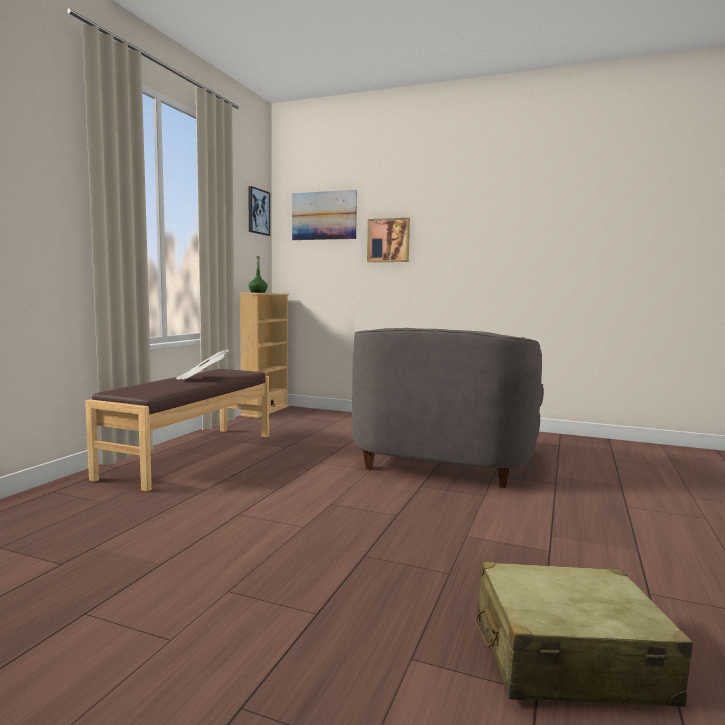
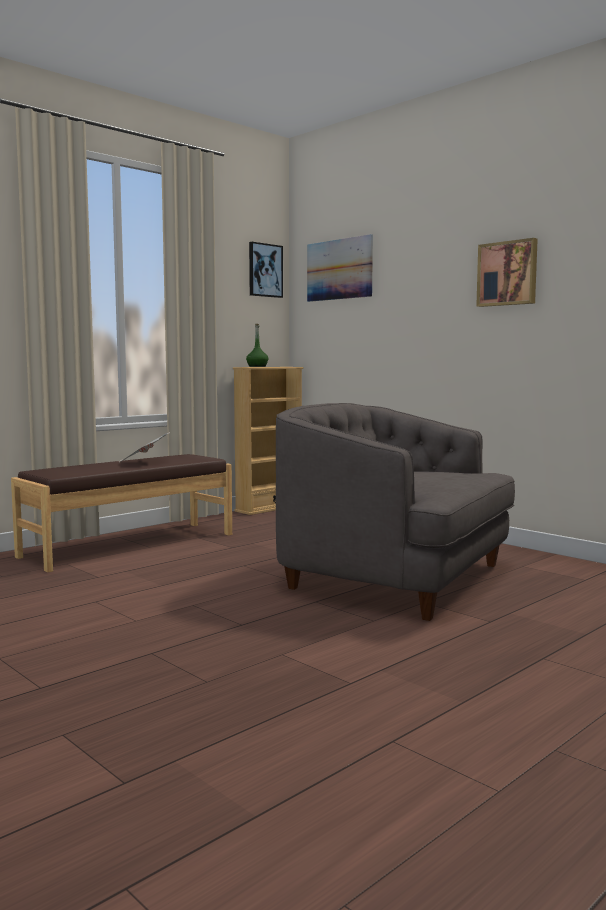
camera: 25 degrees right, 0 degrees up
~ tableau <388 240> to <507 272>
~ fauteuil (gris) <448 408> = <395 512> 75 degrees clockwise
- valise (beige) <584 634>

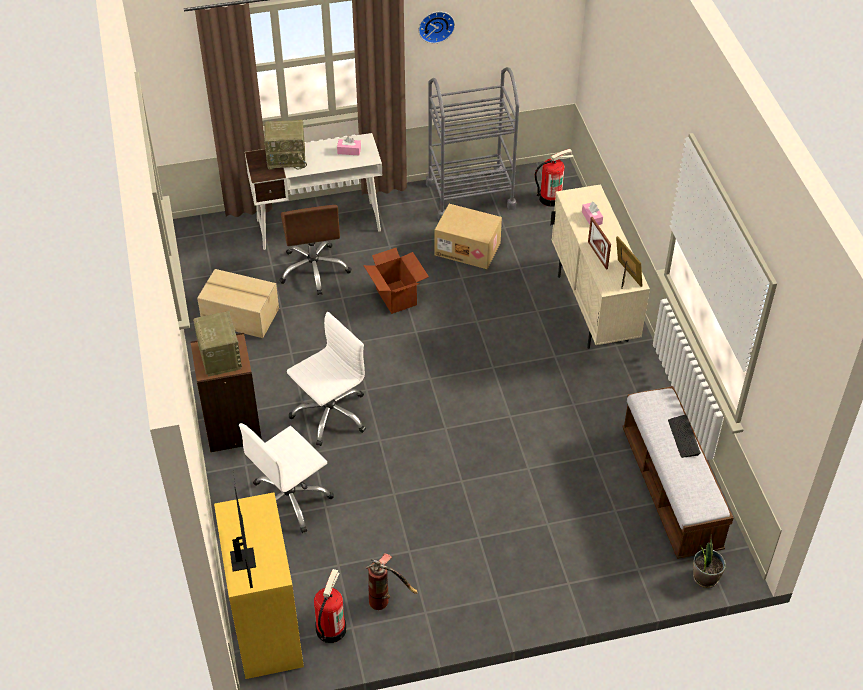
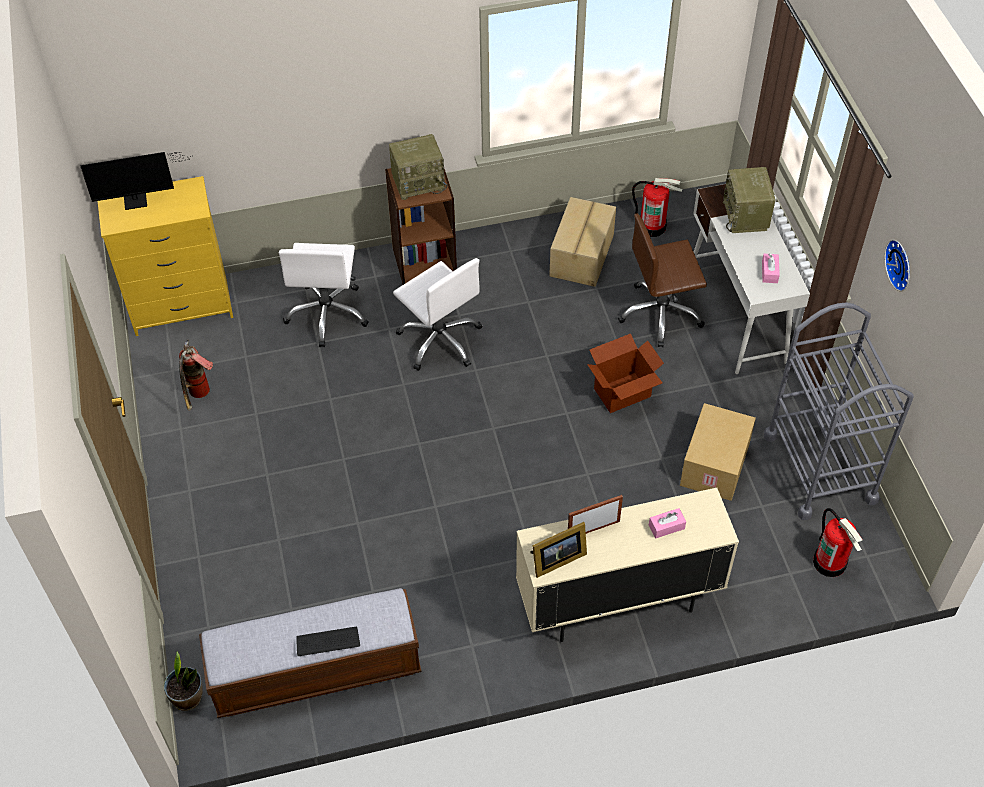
camera: 90 degrees right, 5 degrees up
~ chaise de bureau (blanc) <286 478> = <324 295> 135 degrees counterclockwise
~ extincteur <330 606> to <657 207>

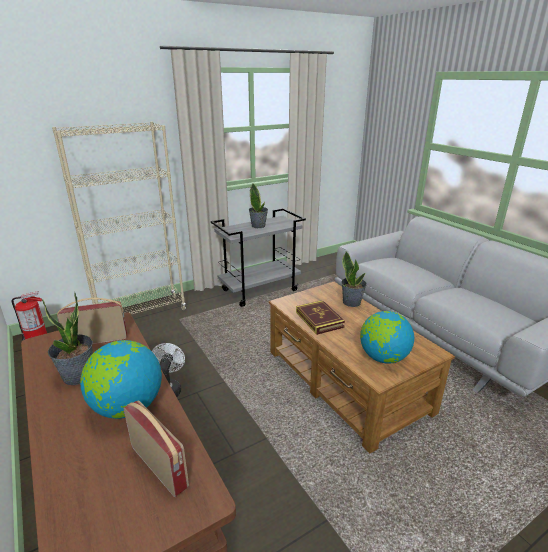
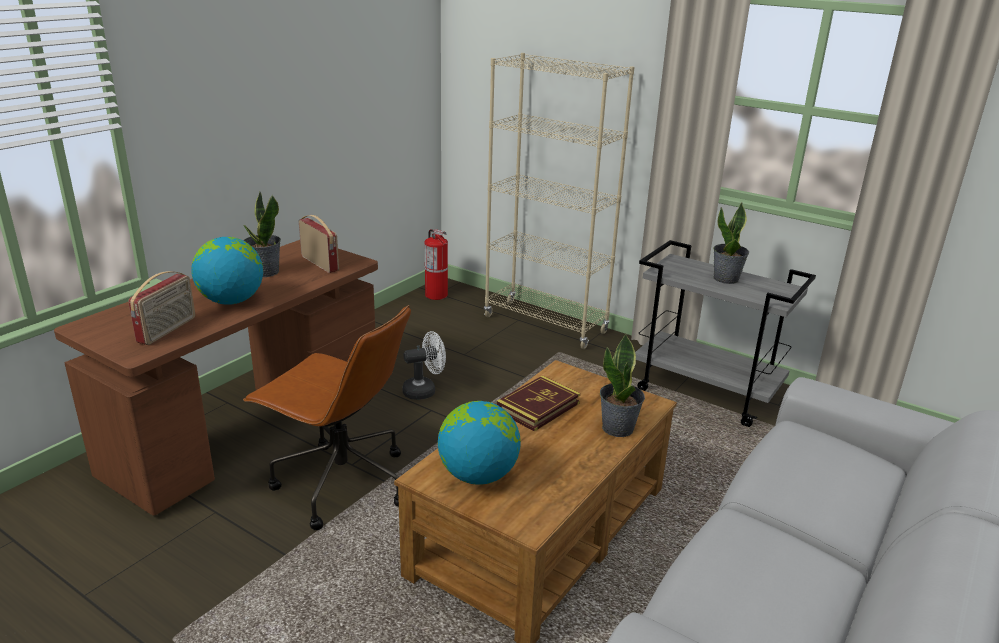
camera: 65 degrees right, 0 degrees up
+ chaise de bureau (marron) <327 417>

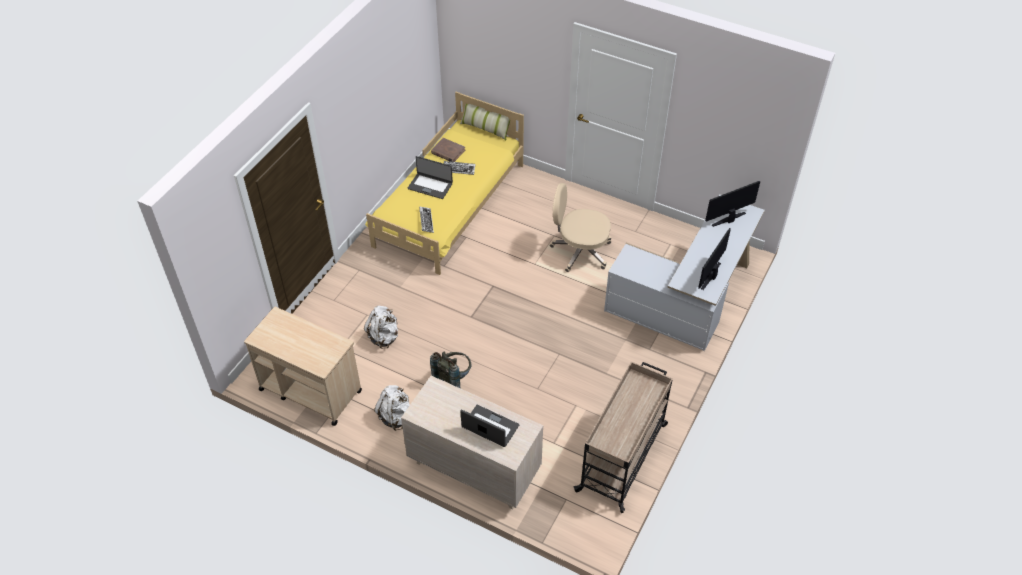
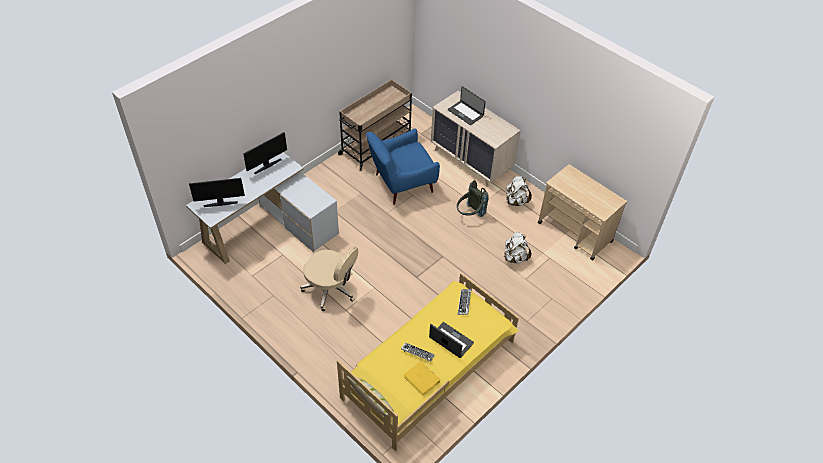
camera: 165 degrees left, 0 degrees up
~ livre (marron) <448 150> to livre (jaune) <422 378>
+ fauteuil (bleu) <403 166>

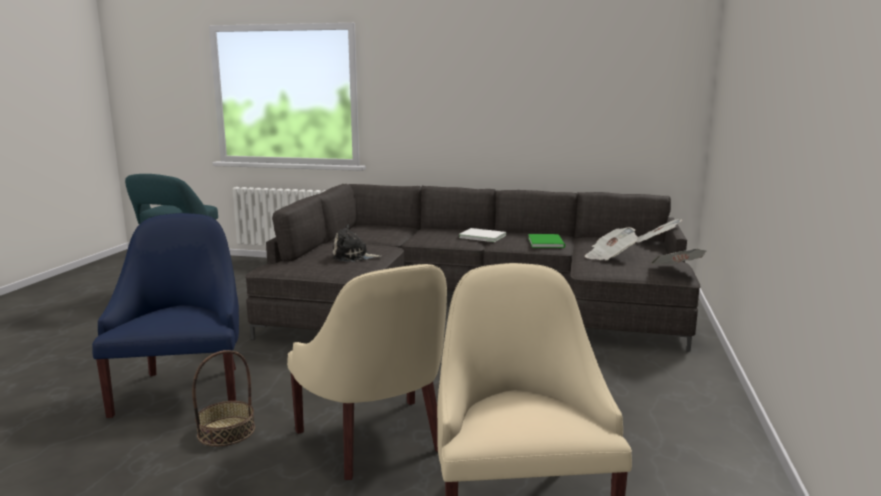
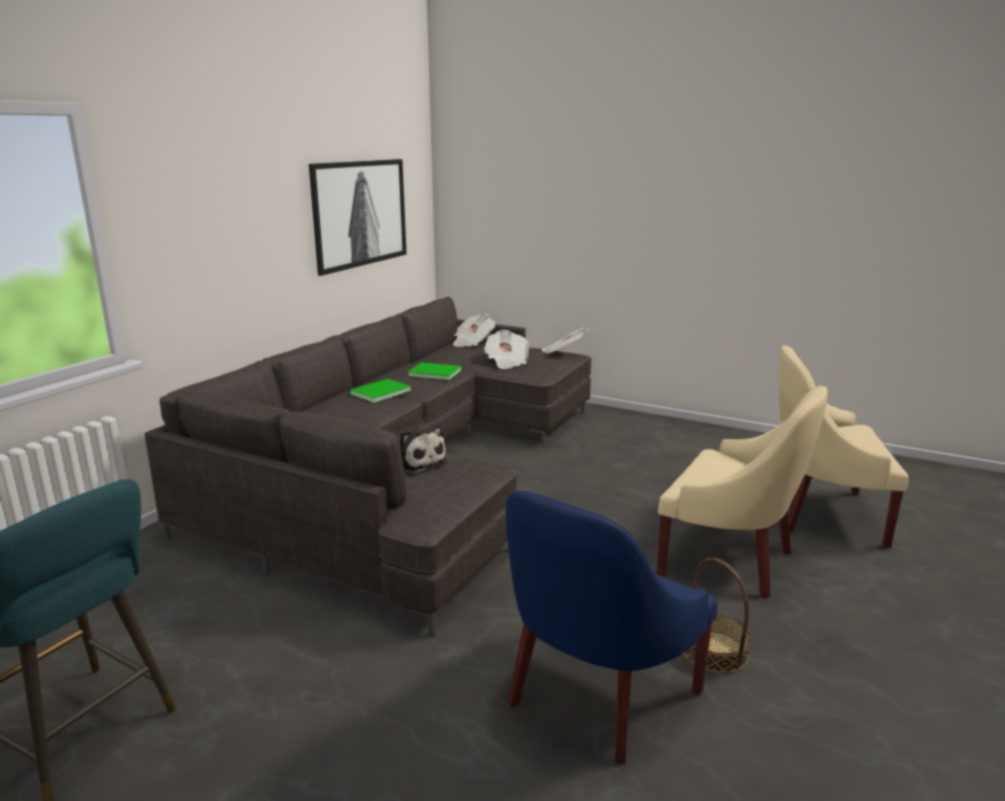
camera: 75 degrees left, 5 degrees up
~ fauteuil (bleu) <165 315> = <611 627> 60 degrees counterclockwise
~ peluche <357 242> = <423 450> 60 degrees counterclockwise
~ livre (blanc) <482 235> to livre (vert) <380 391>
~ fauteuil (beige) <367 372> = <742 492> 45 degrees clockwise
+ tableau <358 217>

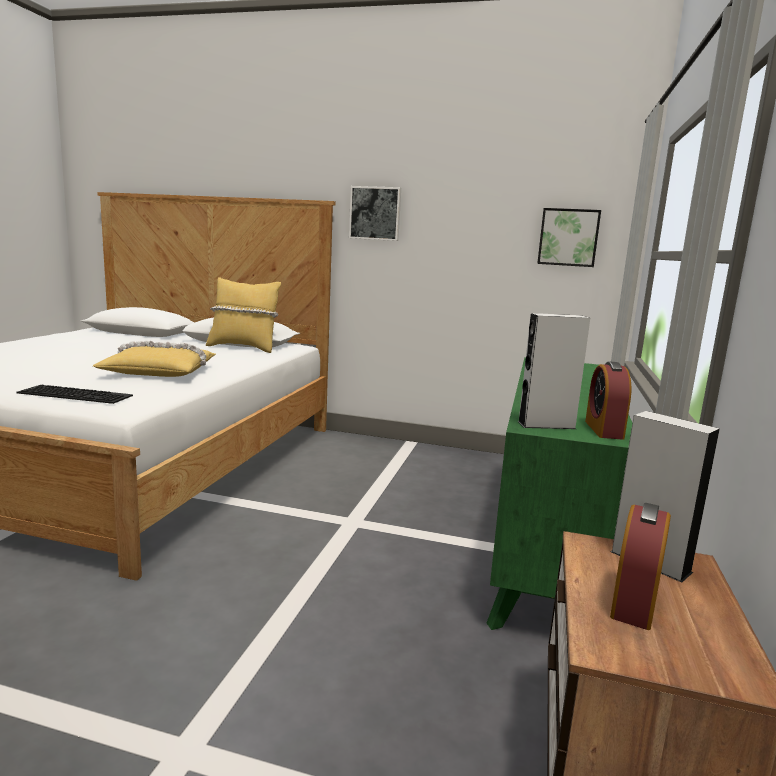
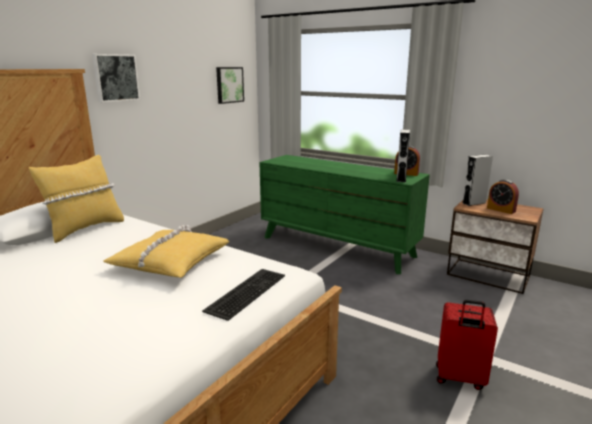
camera: 70 degrees left, 5 degrees up
+ valise (rouge) <467 345>

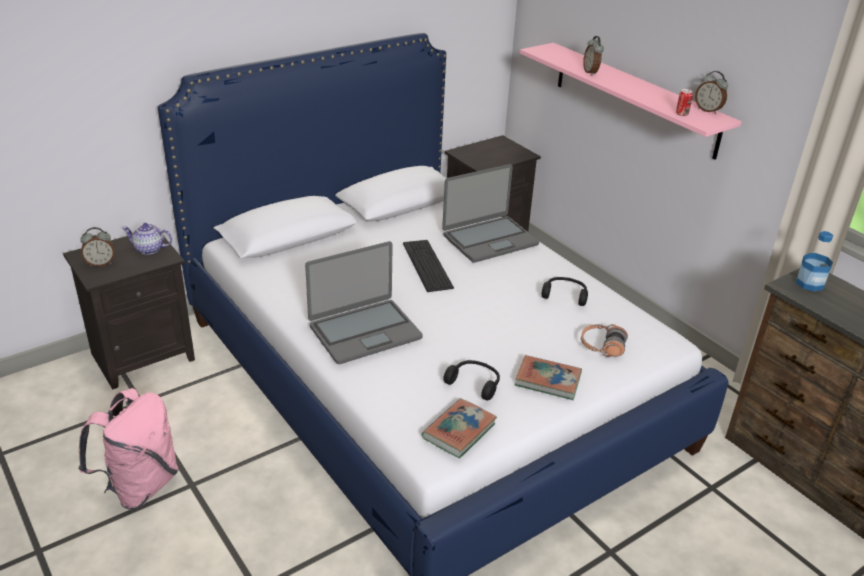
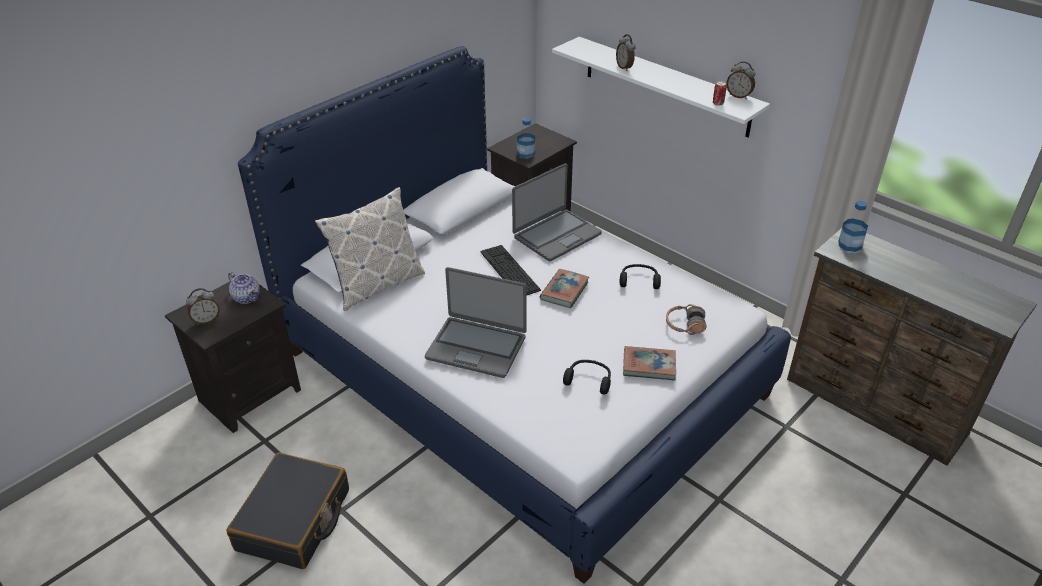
camera: 10 degrees left, 5 degrees up
~ étagère (rose) <631 101> to étagère (blanc) <661 87>
~ théière <147 239> = <244 288> 135 degrees counterclockwise
~ ordinateur portable <364 302> = <476 322> 60 degrees clockwise
~ sac à dos (rose) <128 448> to valise (noir) <288 511>
~ livre <459 428> to <564 288>
+ bouteille <526 138>
+ coussin <370 249>

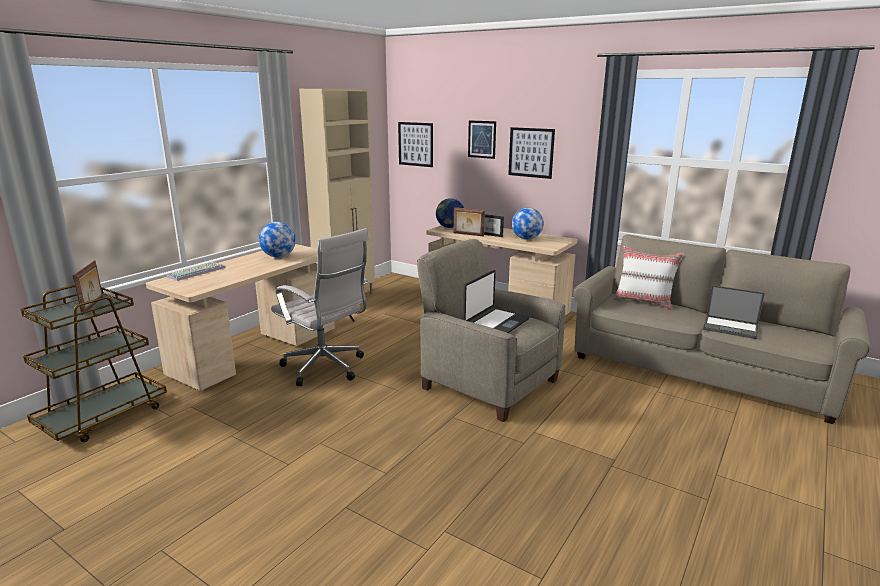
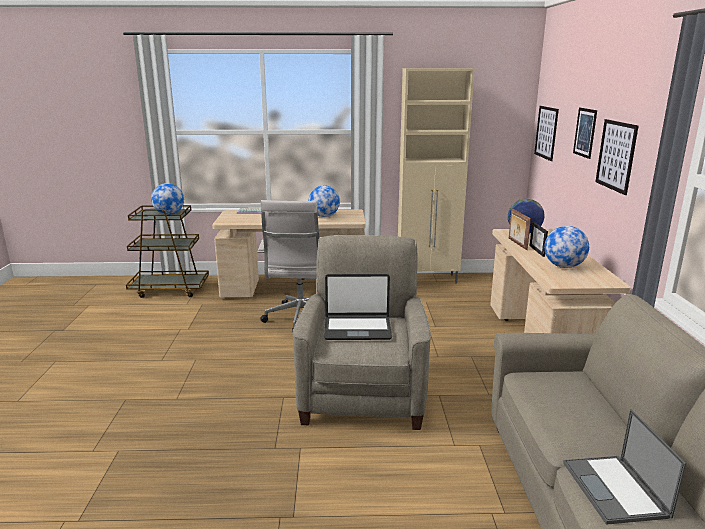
camera: 55 degrees right, 0 degrees up
- coussin (blanc) <648 278>
~ cadre photo <88 287> to globe <167 199>

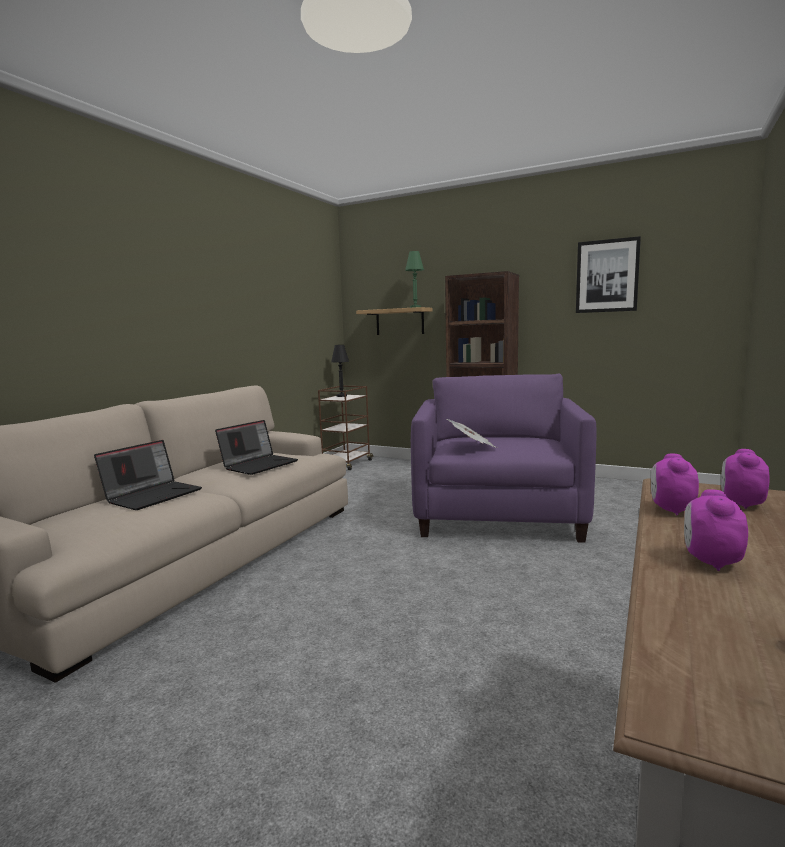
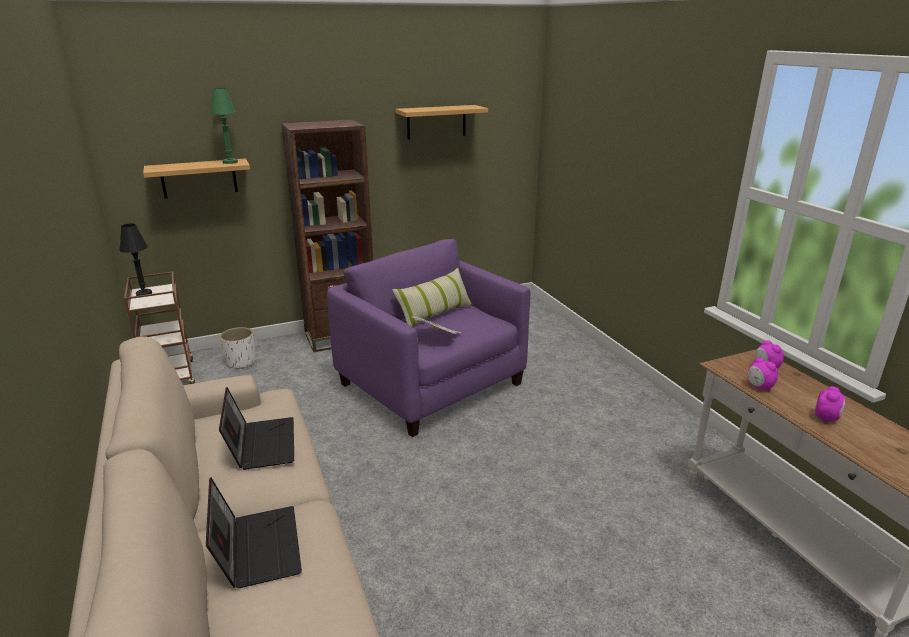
camera: 50 degrees left, 15 degrees up
~ tableau <608 274> to étagère <442 122>
~ réveil <716 530> = <830 404> 120 degrees counterclockwise
+ coussin <432 297>
+ cache-pot (blanc) <238 348>

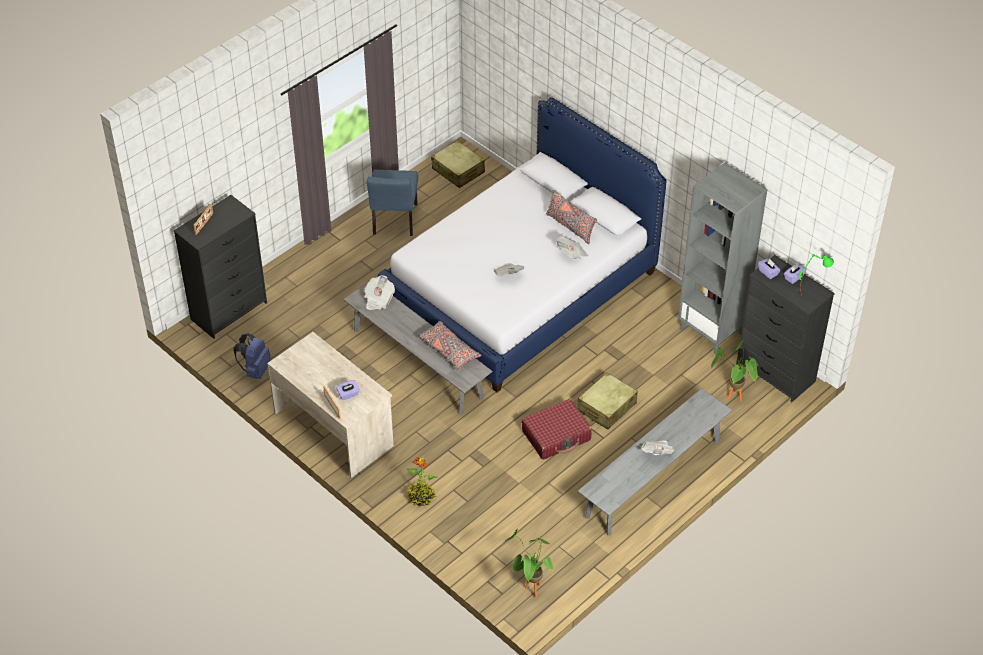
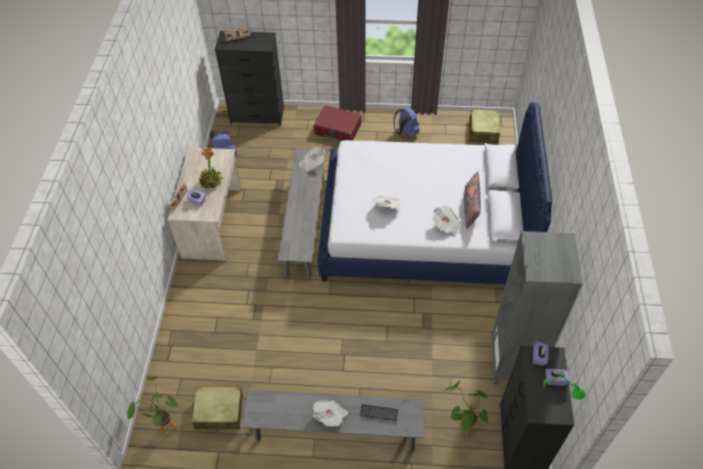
camera: 50 degrees right, 5 degrees up
~ chaise (bleu) <392 203> to sac à dos (bleu) <406 122>
- coussin (gris) <450 346>
~ valise (beige) <607 401> to <217 408>
~ valise (rouge) <557 429> to <337 123>
~ plante en pot <422 481> to <210 168>
+ clavier <379 412>

